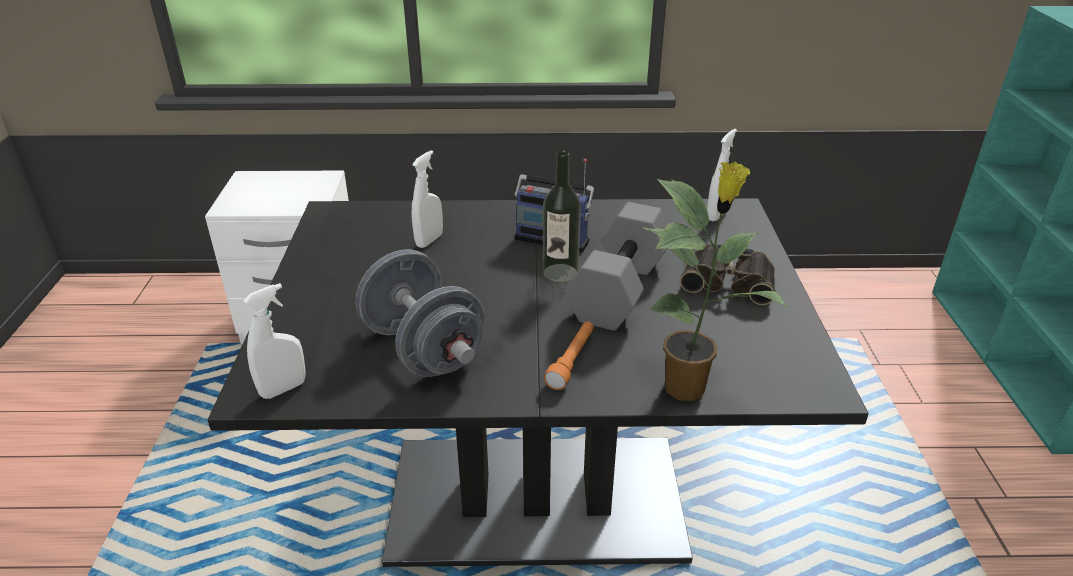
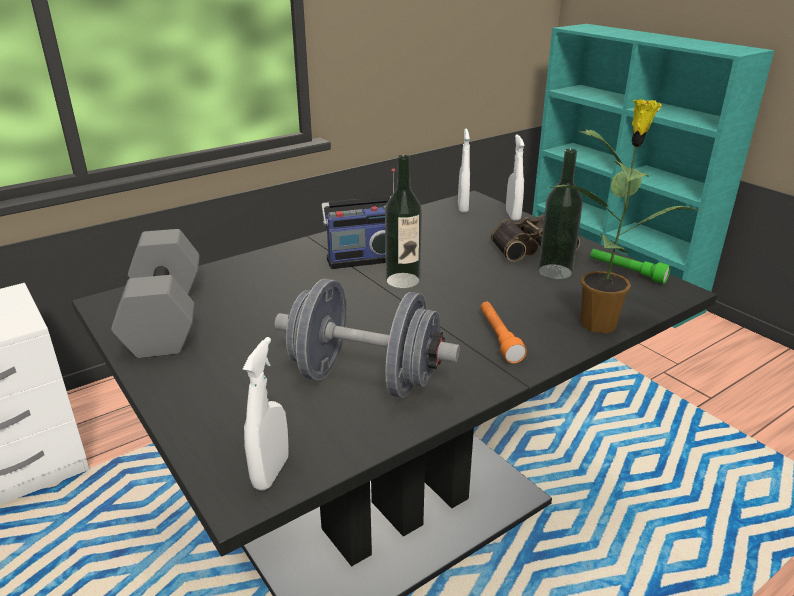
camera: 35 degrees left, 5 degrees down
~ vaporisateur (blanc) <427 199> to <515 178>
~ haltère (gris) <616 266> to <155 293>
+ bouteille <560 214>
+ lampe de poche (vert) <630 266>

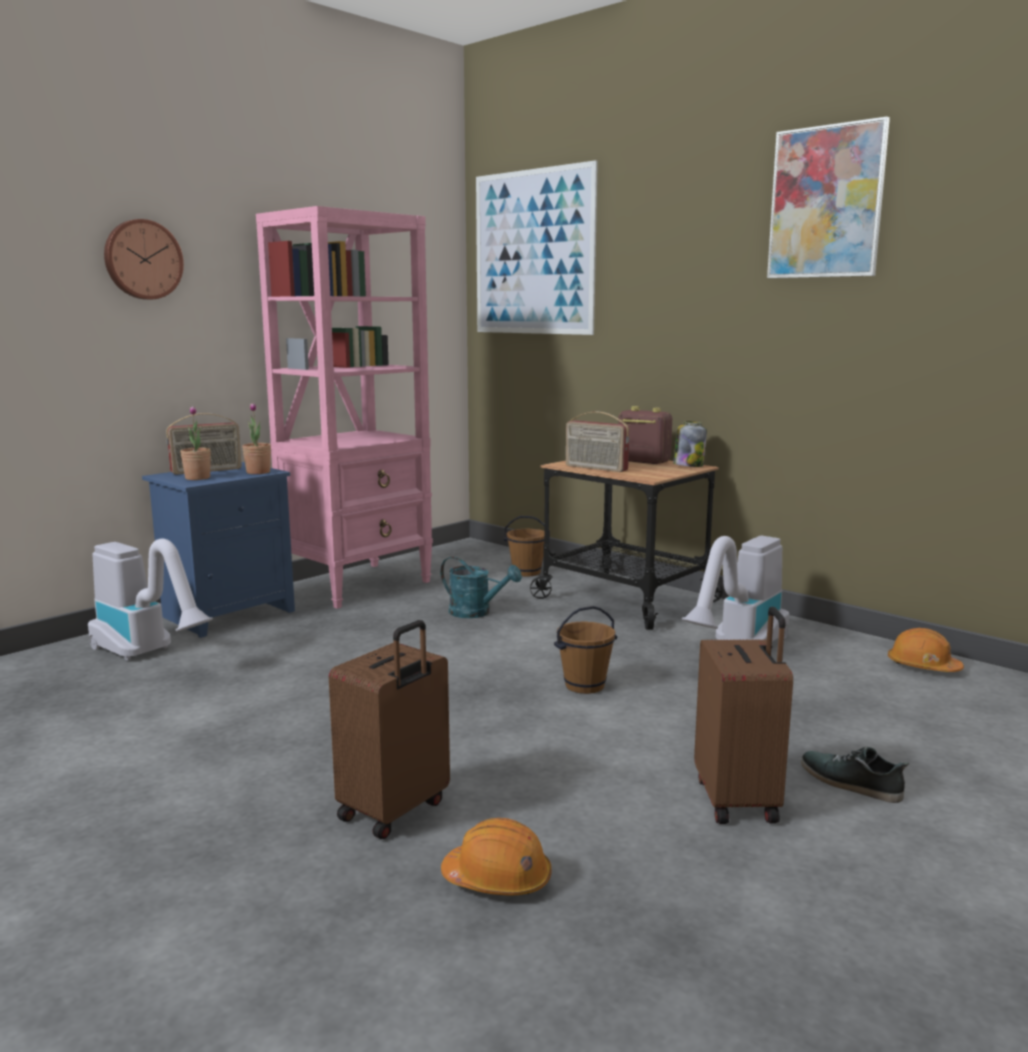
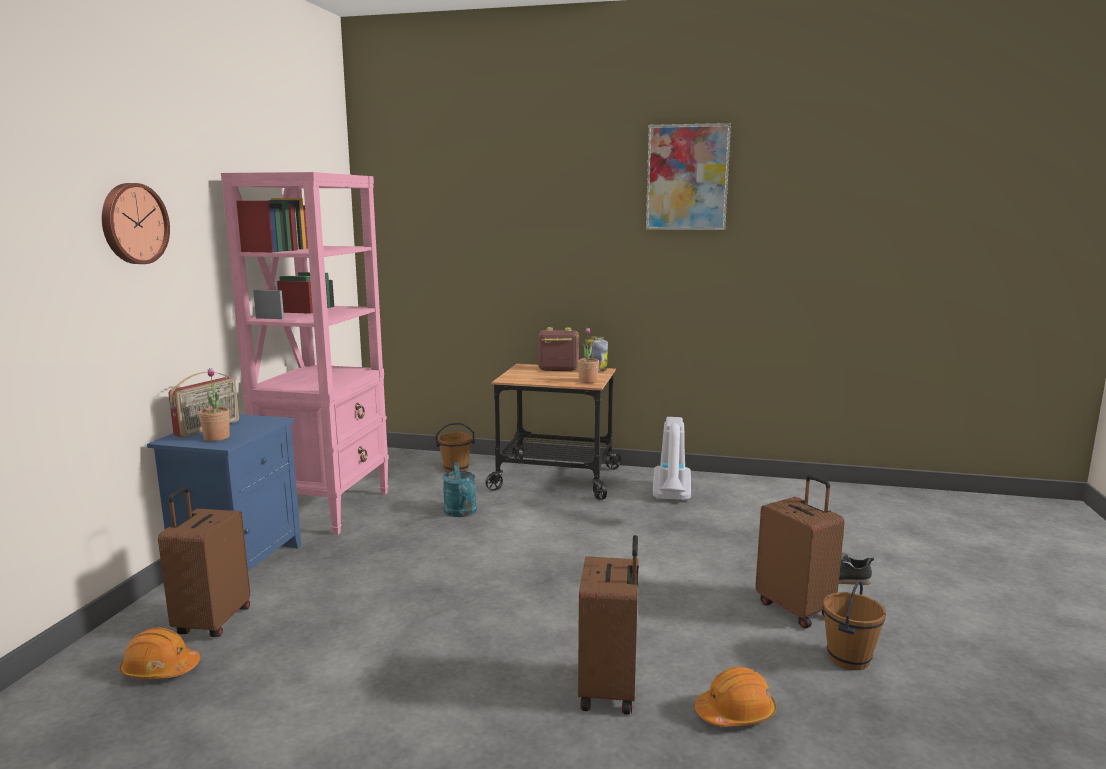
camera: 30 degrees left, 0 degrees up
- tableau <537 247>
~ plante en pot <256 438> to <588 355>
- radio <597 441>
~ aspirateur <150 600> to valise (marron) <204 561>
~ arrosoir (turquoise) <481 587> = <460 489> 75 degrees clockwise
~ seau (marron) <585 650> to <854 625>
~ casque de chantier (orange) <926 650> to <159 653>

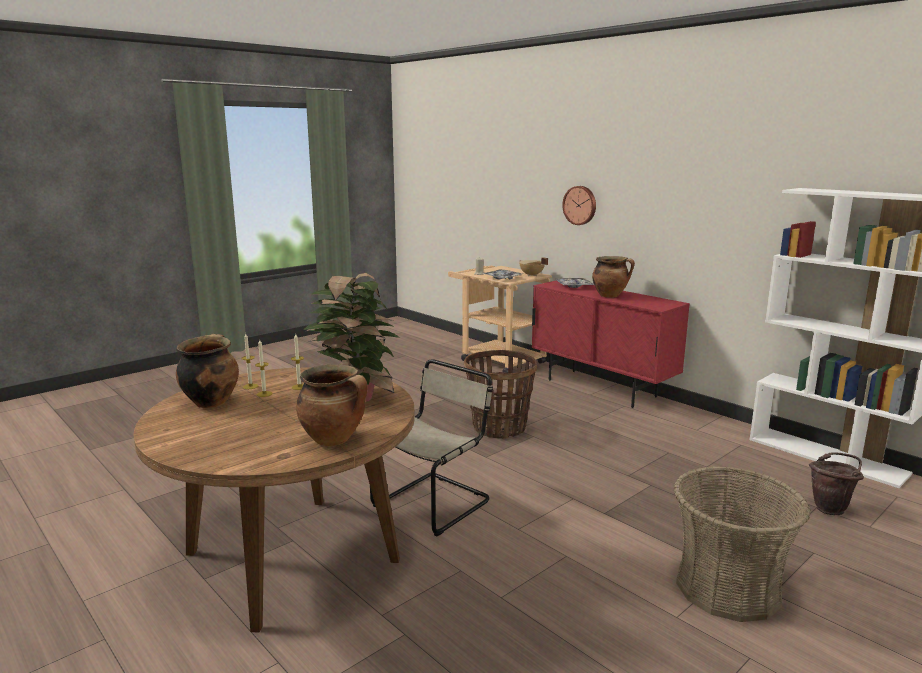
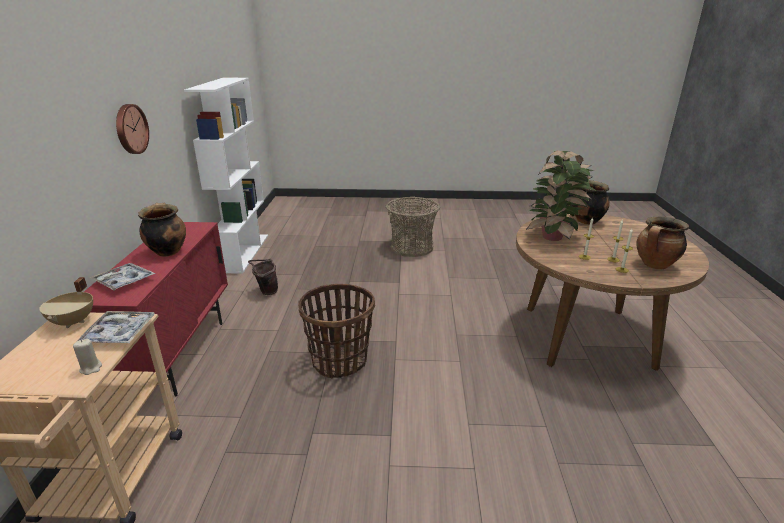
camera: 135 degrees left, 10 degrees up
~ horloge murale <579 205> to <132 129>
- chaise (beige) <431 447>
~ seau (marron) <836 483> to <263 277>

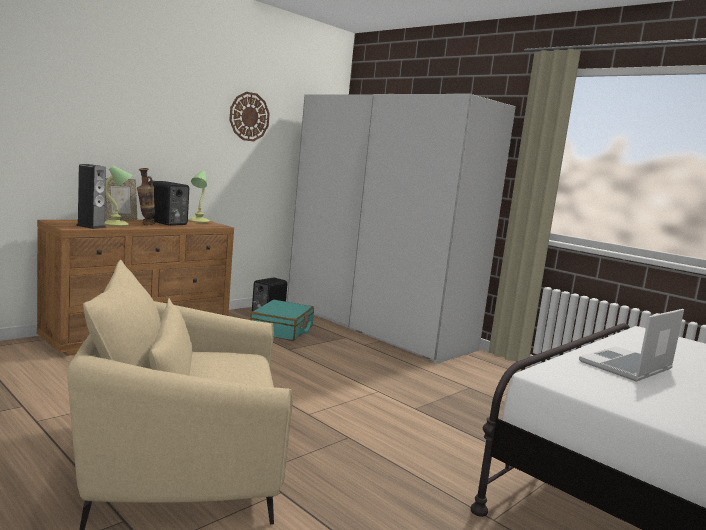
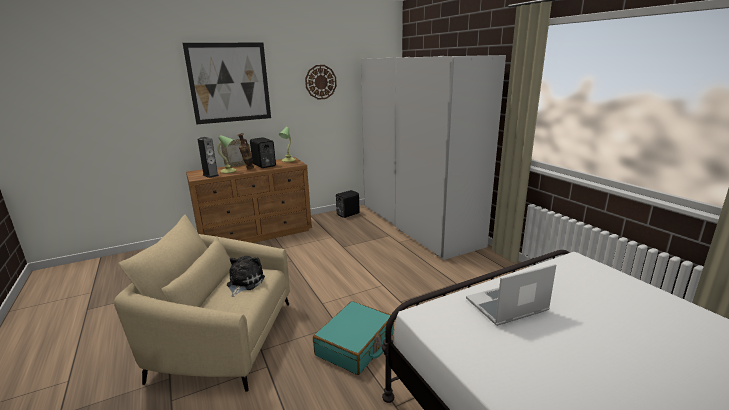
camera: 20 degrees right, 10 degrees up
~ valise (turquoise) <282 320> to <353 338>
+ tableau <227 84>
+ peluche <246 276>

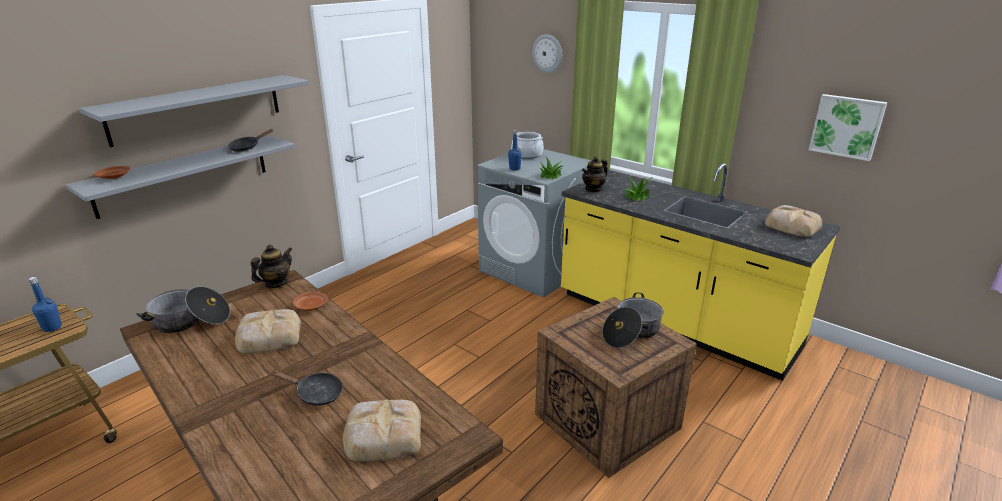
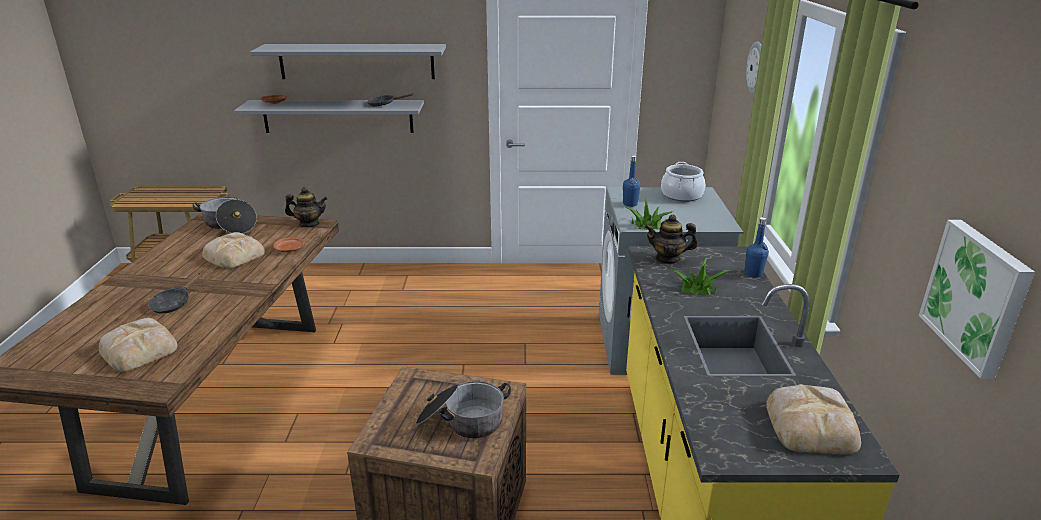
camera: 50 degrees right, 0 degrees up
~ bouteille (bleu) <45 304> to <756 247>
~ poêle (noir) <307 388> = <175 292> 45 degrees clockwise

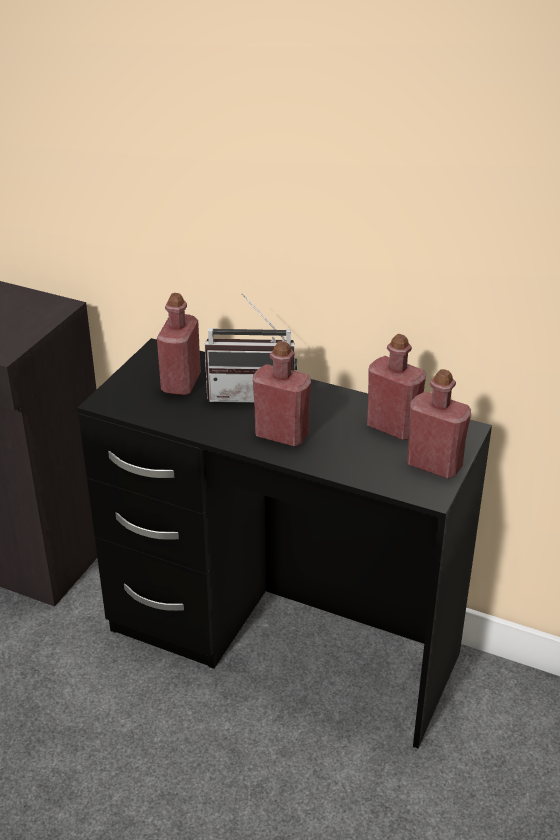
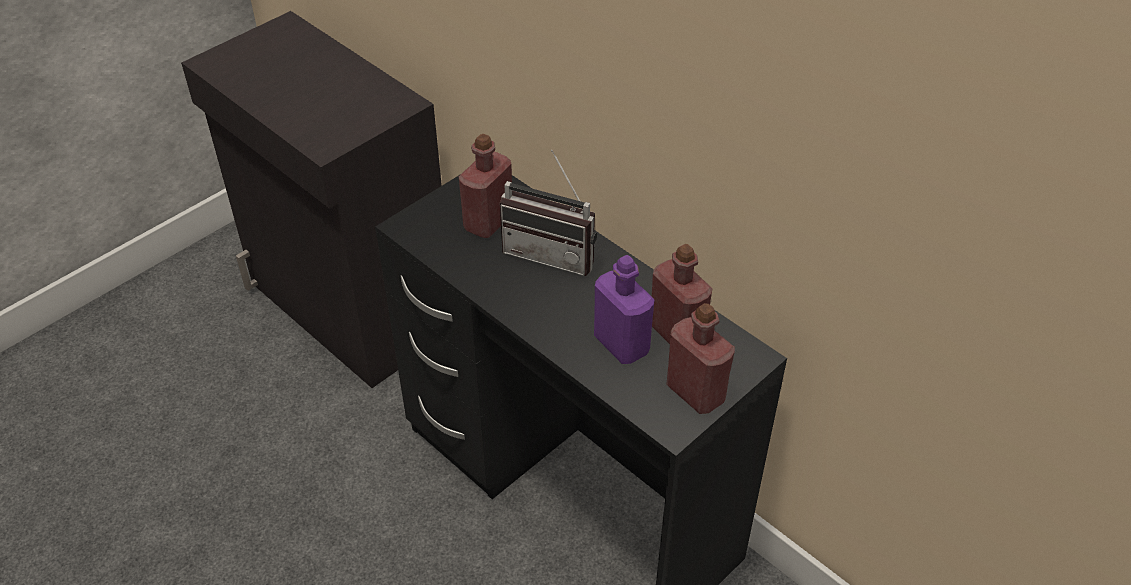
camera: 20 degrees right, 10 degrees up
- bouteille (rouge) <282 394>
+ bouteille (violet) <624 309>

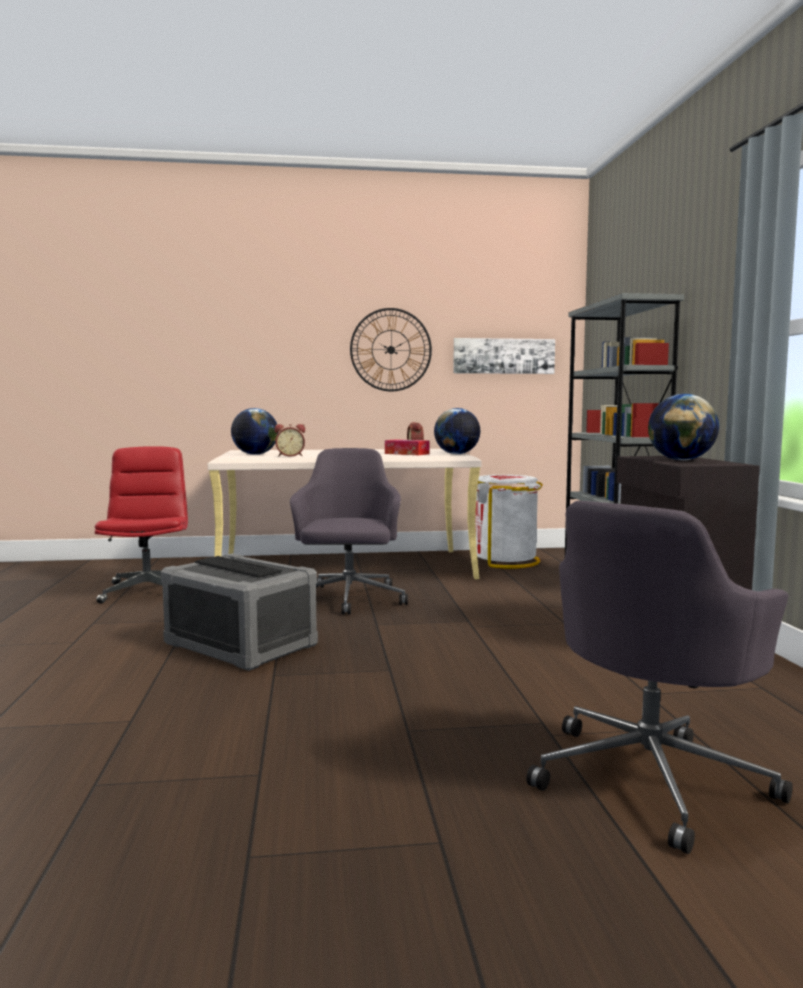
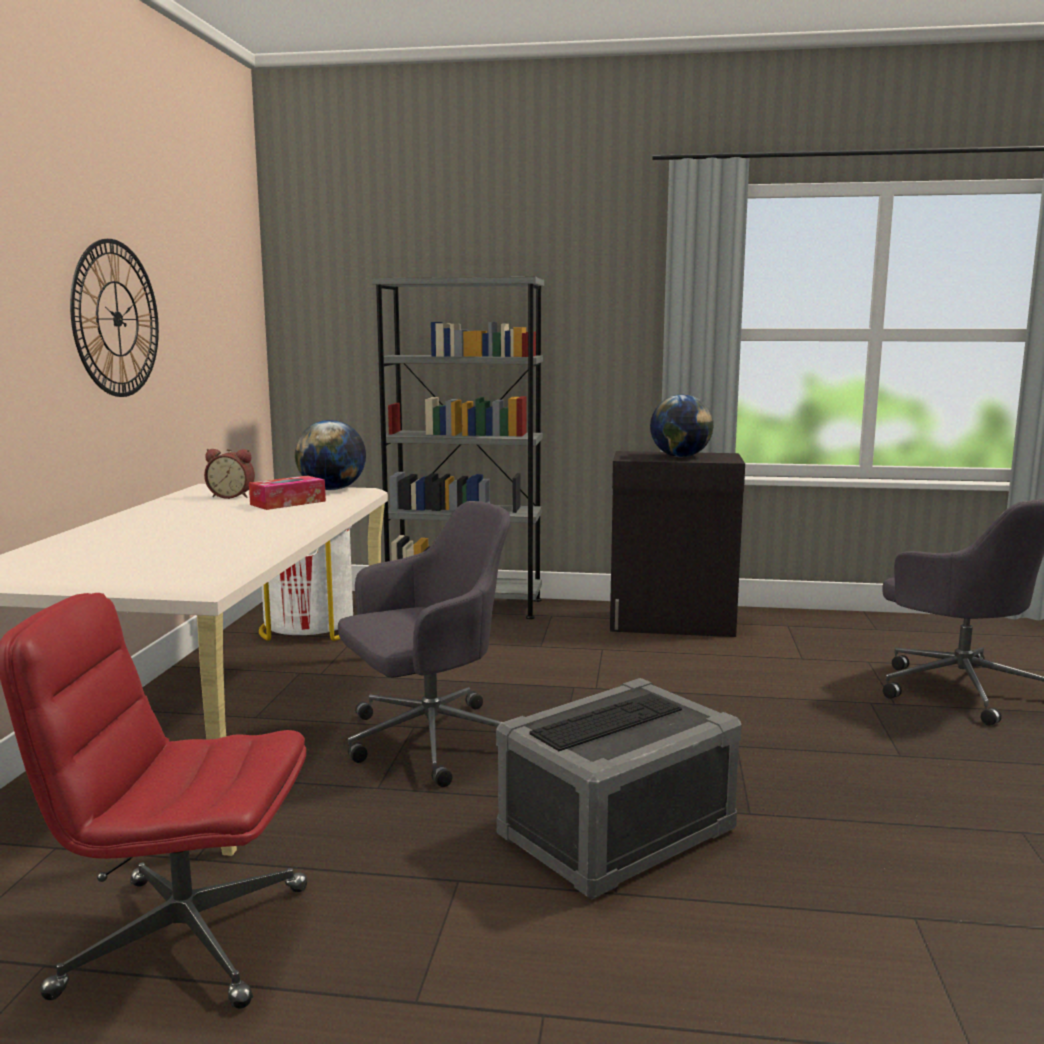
camera: 75 degrees left, 5 degrees up
- tableau <504 356>
- globe <254 431>
- réveil <289 440>
~ chaise de bureau (gris) <349 531> = <424 644> 135 degrees clockwise

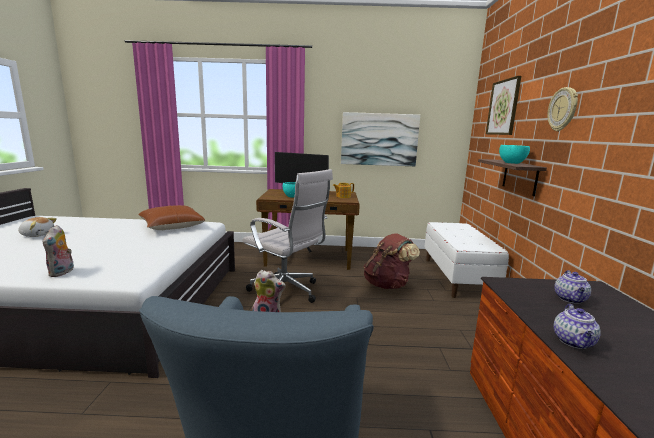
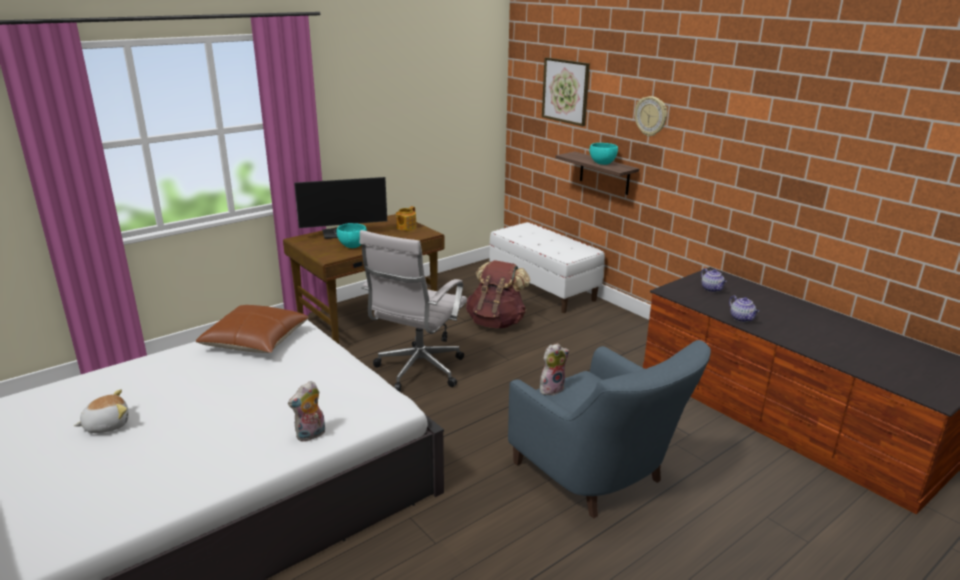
camera: 40 degrees left, 10 degrees up
- tableau <380 139>
~ chaise de bureau (blanc) <287 236> = <413 311> 120 degrees clockwise
~ peluche <58 251> = <306 411> 90 degrees clockwise

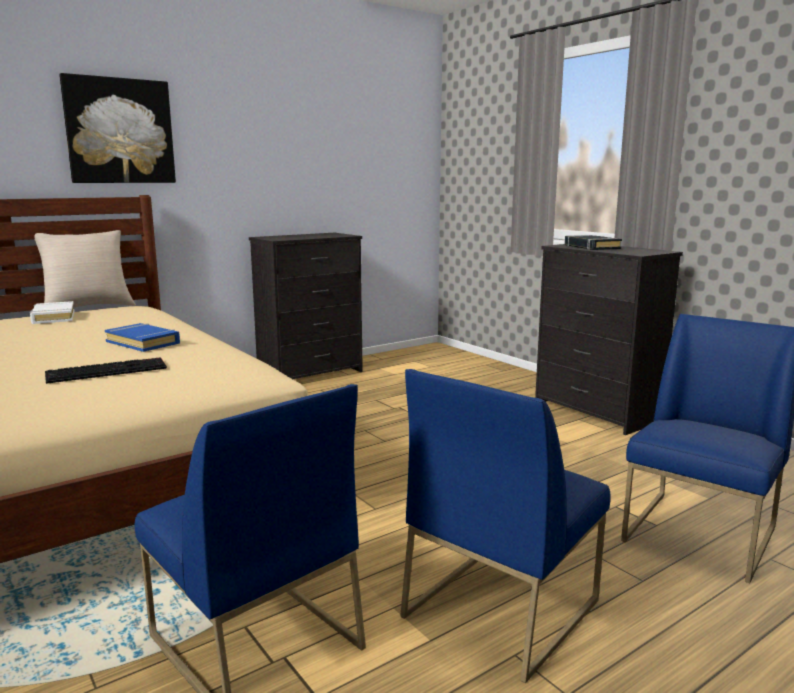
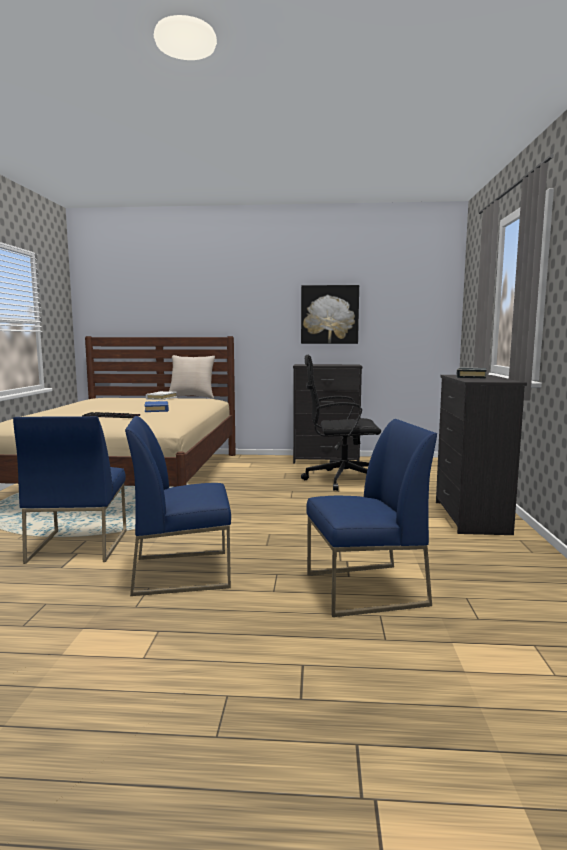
camera: 40 degrees right, 5 degrees down
~ tableau <117 128> to <330 314>
+ chaise de bureau (noir) <341 423>

